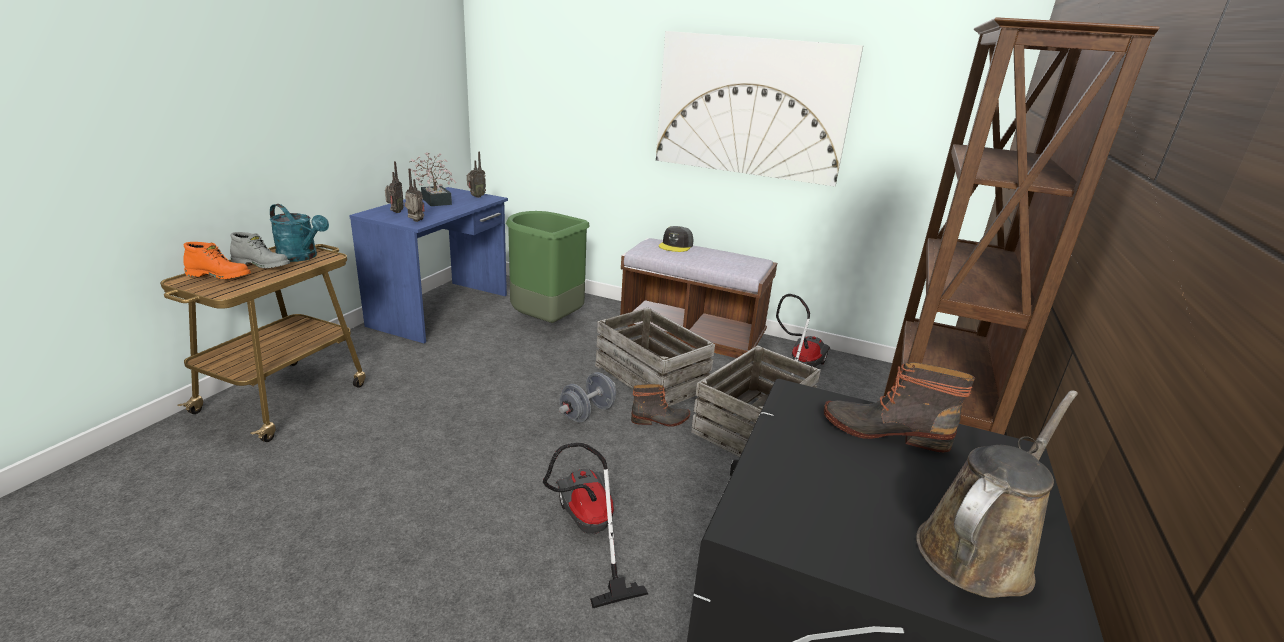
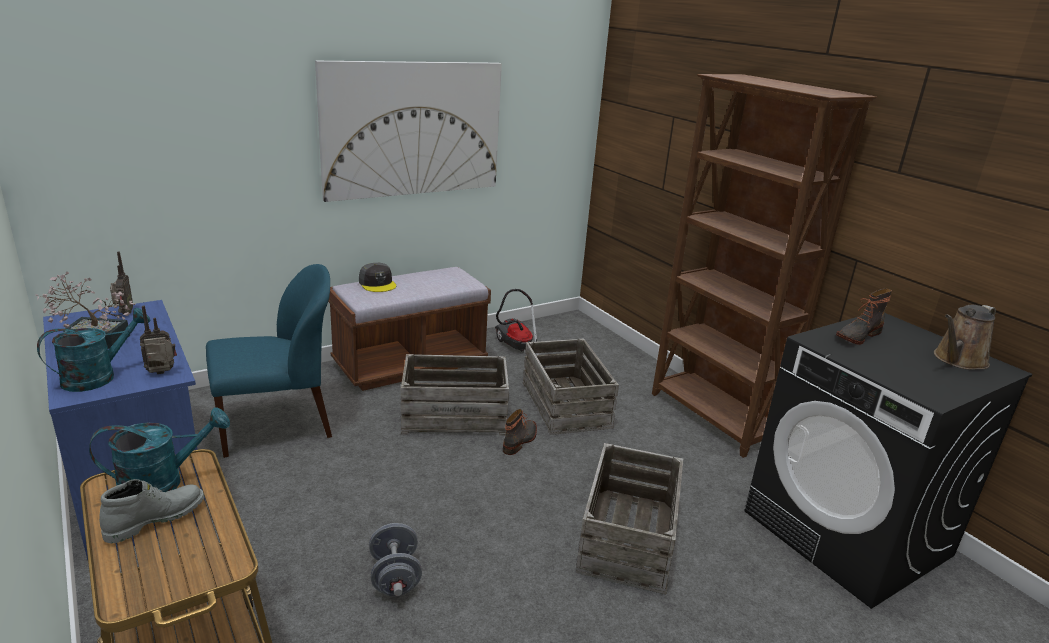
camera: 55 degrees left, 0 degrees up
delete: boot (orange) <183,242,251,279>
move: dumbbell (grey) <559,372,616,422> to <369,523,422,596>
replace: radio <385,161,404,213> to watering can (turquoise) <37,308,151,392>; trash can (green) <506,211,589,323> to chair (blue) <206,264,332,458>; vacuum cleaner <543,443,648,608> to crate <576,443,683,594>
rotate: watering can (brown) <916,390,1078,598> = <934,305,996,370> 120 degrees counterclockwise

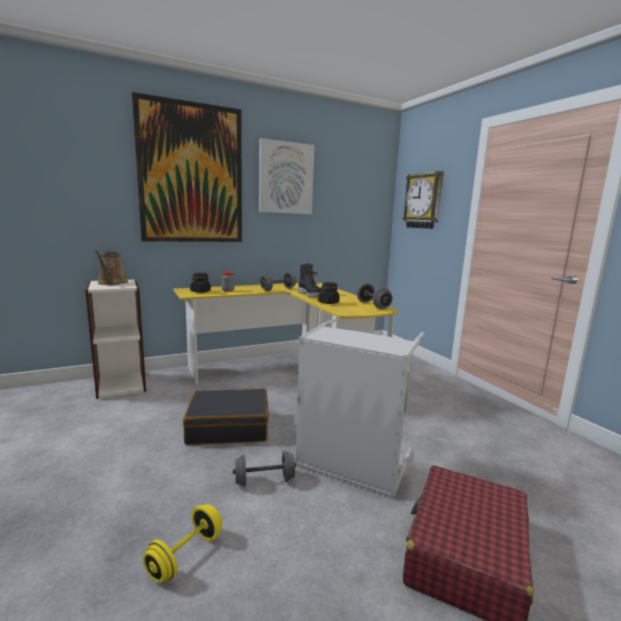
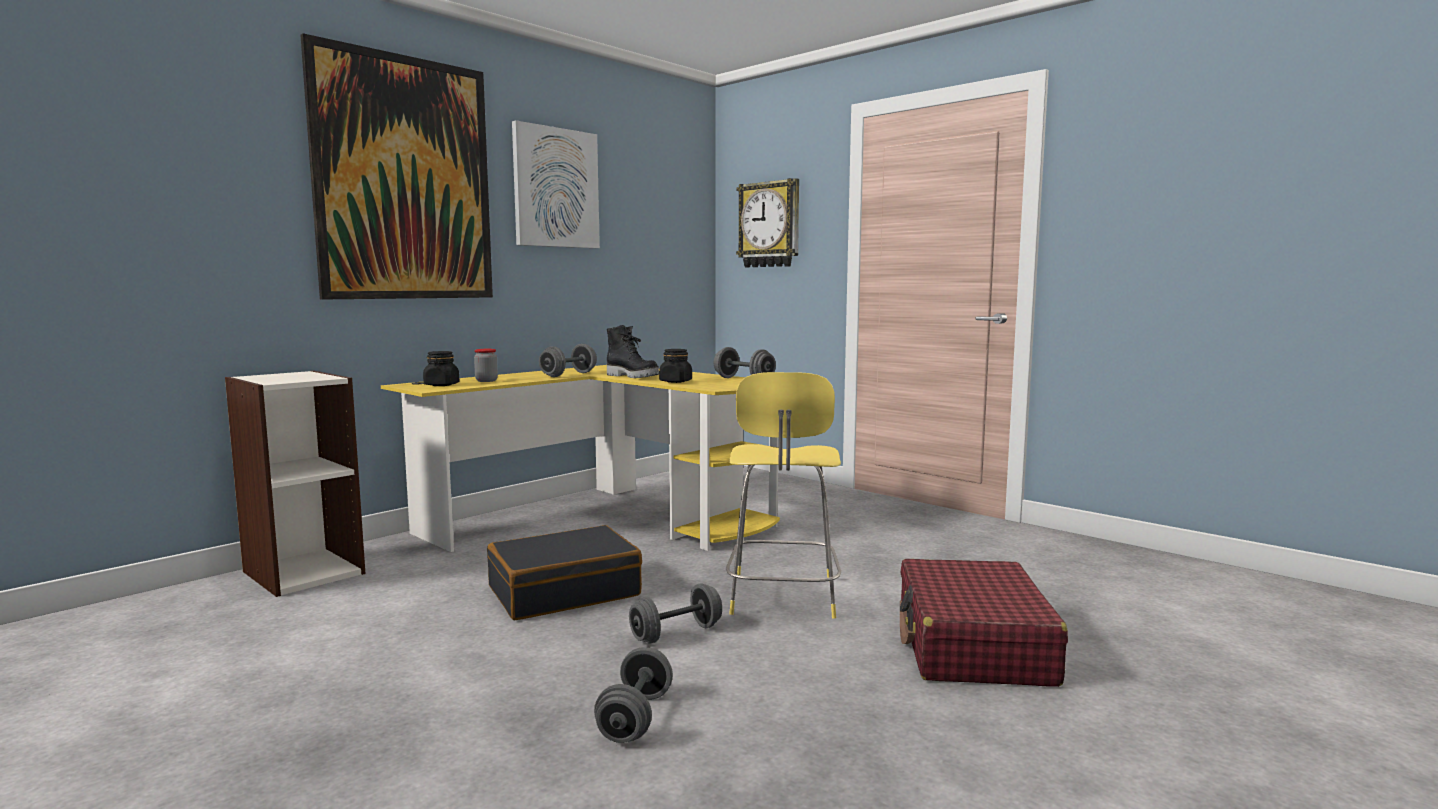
camera: 20 degrees left, 5 degrees down
delete: watering can (brown) <95,250,128,285>
replace: laundry basket (grey) <295,318,425,498> to stool (yellow) <726,372,841,619>
recolor: dumbbell (yellow) <143,504,222,583> to dumbbell (grey) <594,647,673,743>

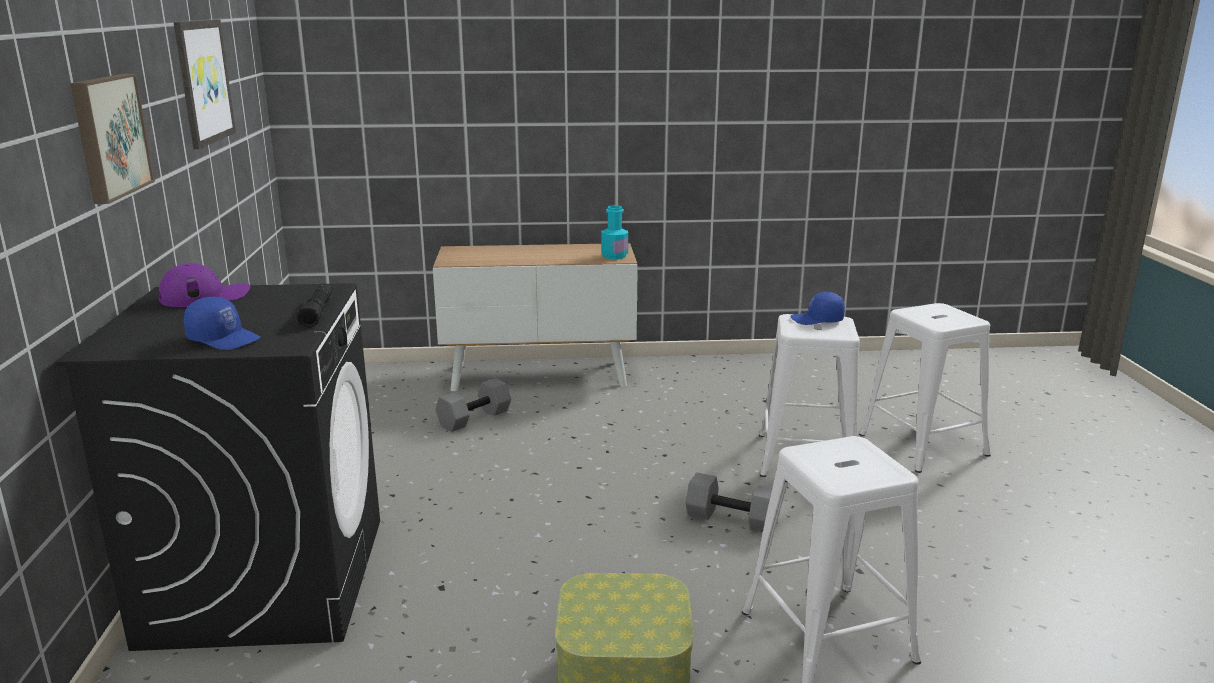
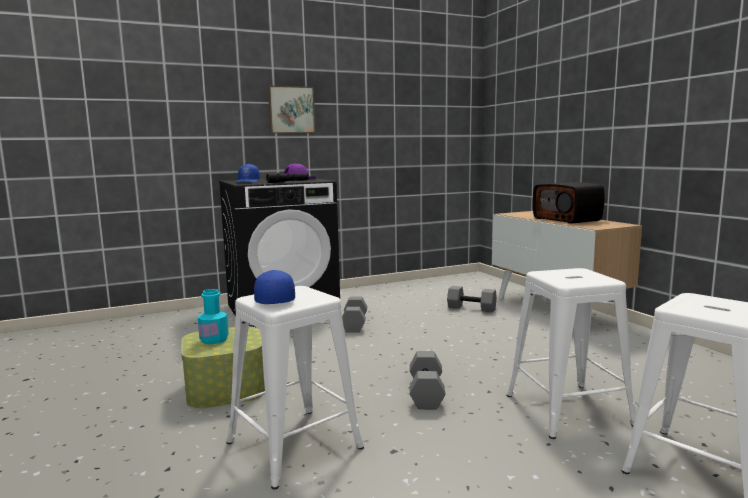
camera: 70 degrees right, 10 degrees down
delete: picture <174,19,236,149>
insert: dumbbell (grey) <342,296,367,333>; radio <533,182,604,224>
move: bottle (turquoise) <601,205,628,259> to <198,289,229,344>; cap (blue) <790,292,845,325> to <254,270,295,304>

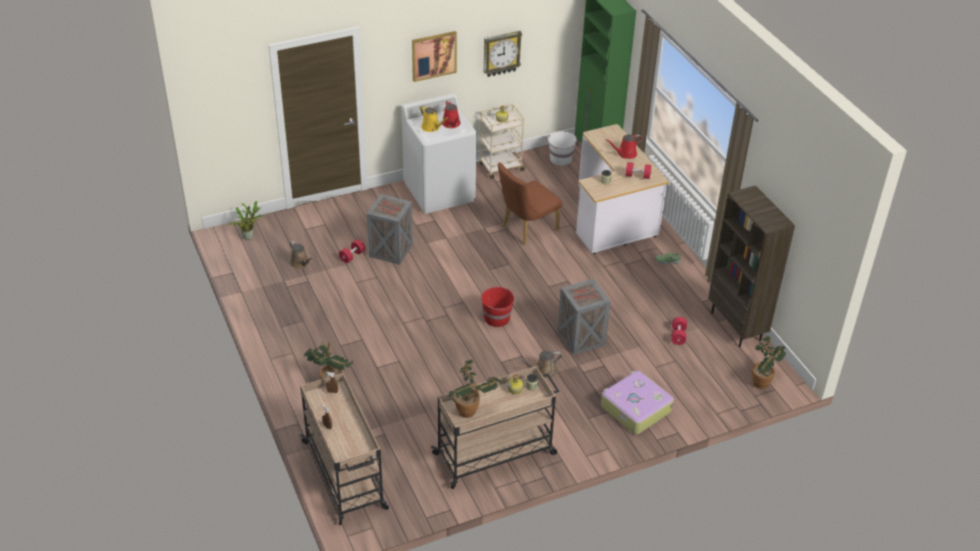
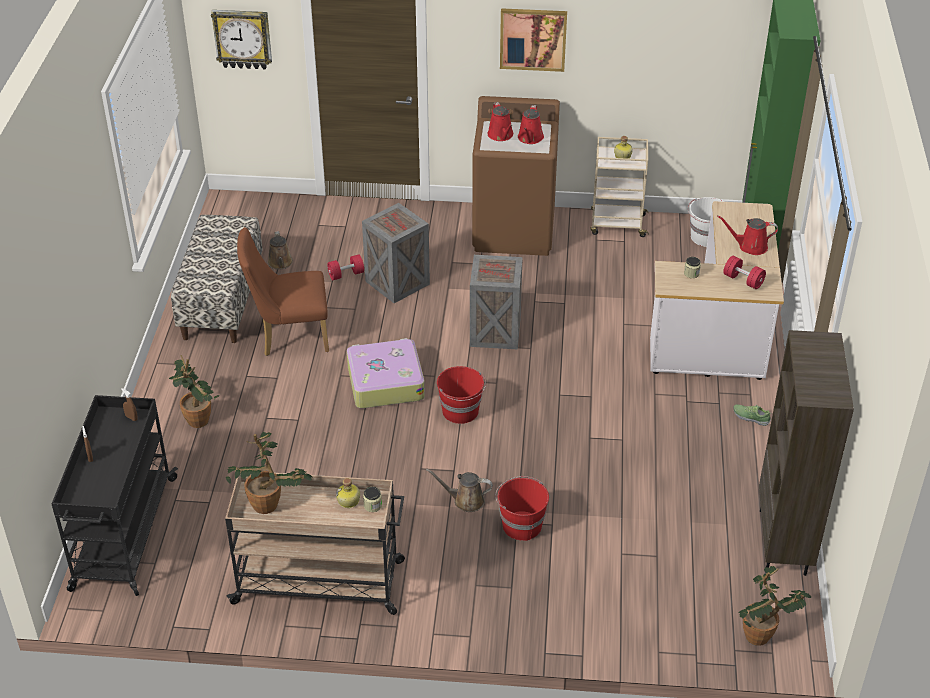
camera: 30 degrees right, 0 degrees up
delete: potted plant <227,201,263,240>; dumbbell (red) <671,317,687,345>
insert: bench <171,215,263,343>; bucket (red) <495,476,549,541>
move: wall clock <484,31,522,77> to <211,10,272,70>; chair (brown) <498,162,562,245> to <237,227,329,356>; crate <557,279,611,355> to <470,255,523,349>; suitcase <601,371,674,434> to <347,338,425,408>
recolor: cart (beige) <300,373,389,525> to cart (black) <52,395,178,596>; washing machine (white) <402,93,477,214> to washing machine (brown) <472,96,560,256>; watering can (yellow) <420,105,449,132> to watering can (red) <488,102,513,141>

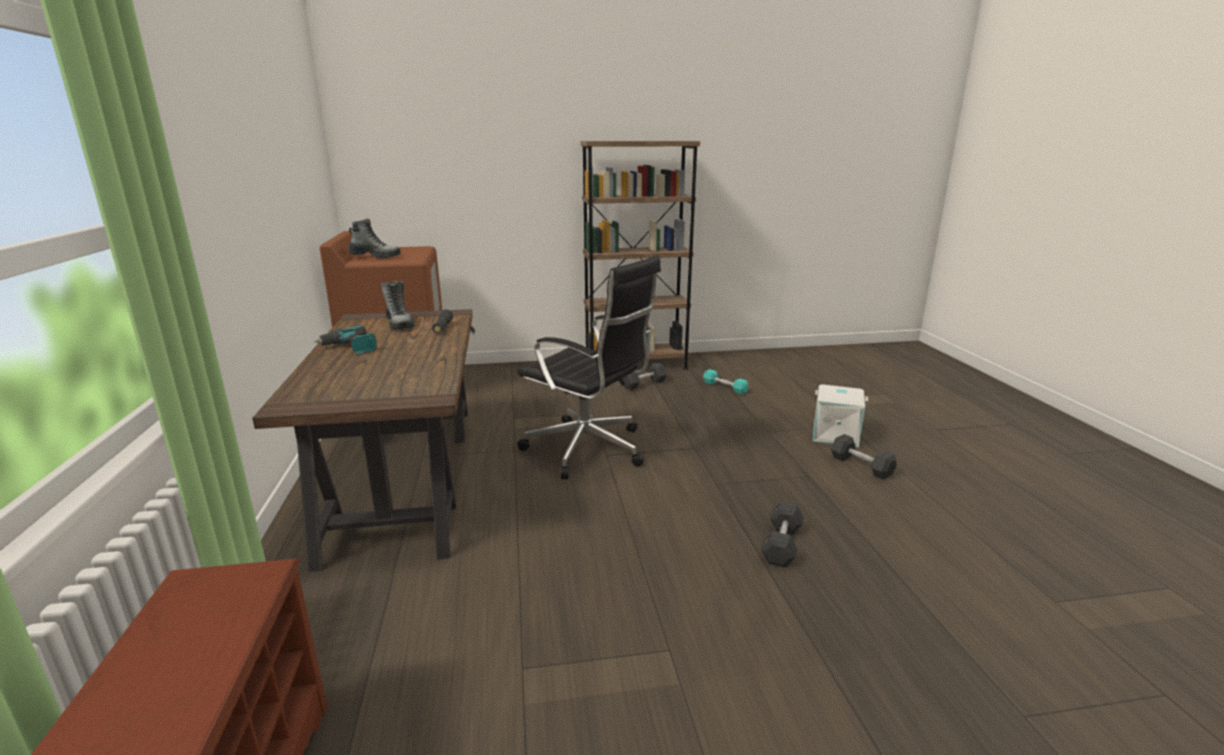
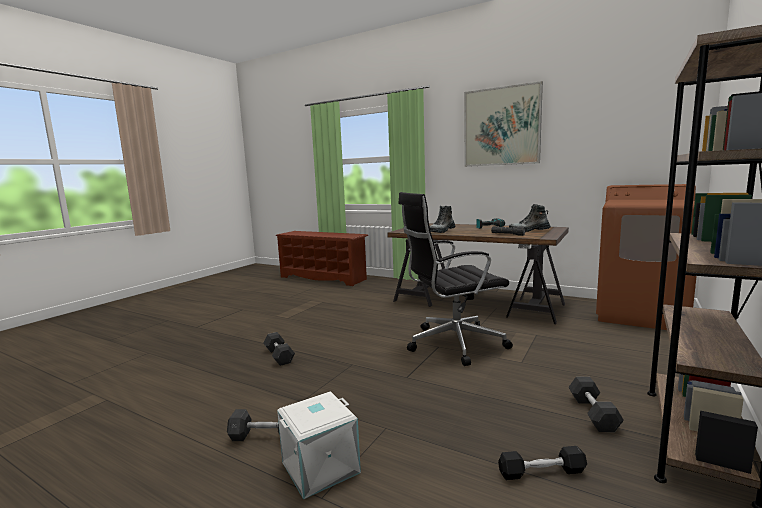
camera: 130 degrees right, 10 degrees down
insert: picture <464,81,543,167>
move: boot <348,219,401,258> to <430,206,456,233>
recolor: dumbbell (turquoise) <703,369,749,395> to dumbbell (black) <498,446,587,480>

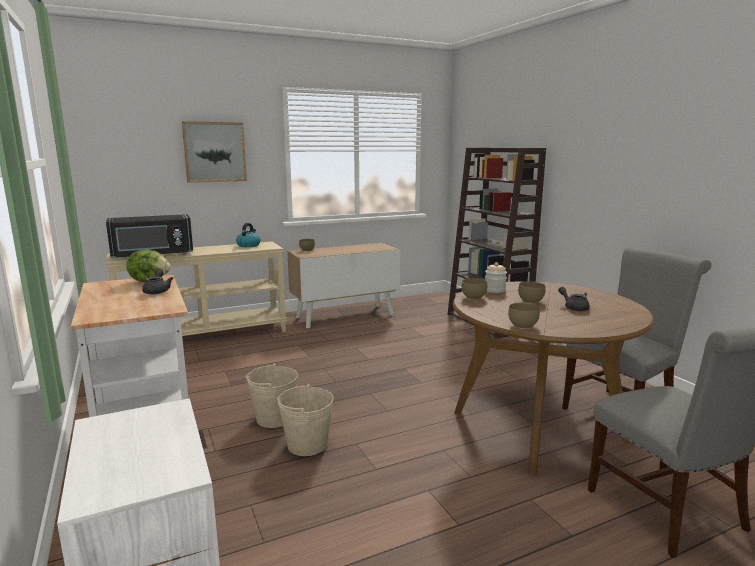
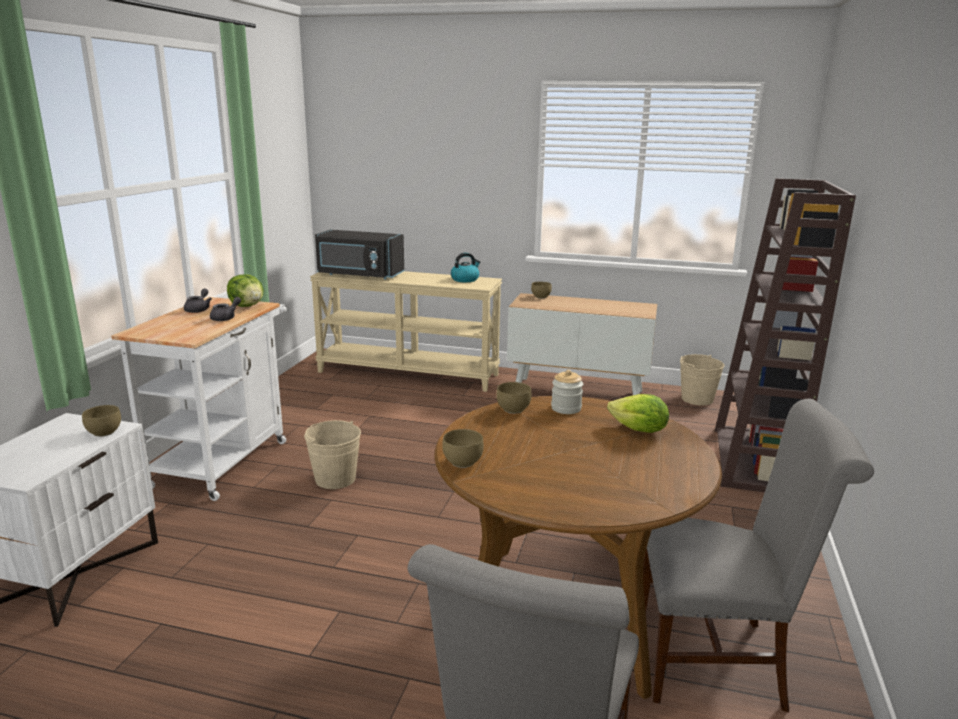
camera: 40 degrees right, 5 degrees up
delete: picture <182,121,247,183>
insert: lettuce <607,394,669,433>
move: bucket (beige) <277,384,334,456> to <680,354,724,405>; bowl (brown) <518,282,545,303> to <82,405,121,437>; teapot (grey) <558,287,590,311> to <184,288,212,313>

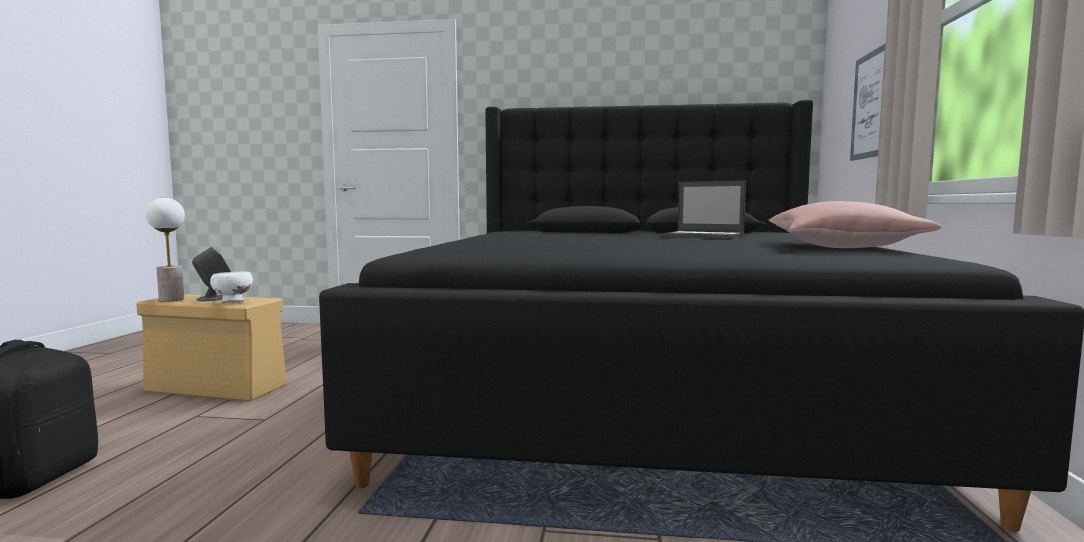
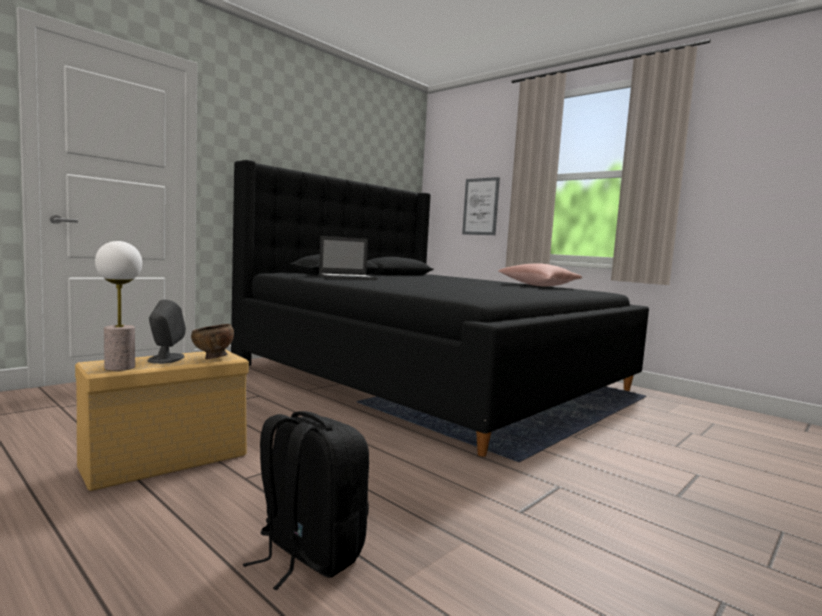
camera: 55 degrees left, 0 degrees up
move: laptop <660,180,746,239> to <319,236,378,280>
recolor: bowl (white) <210,271,253,302> to bowl (brown) <191,324,234,359>

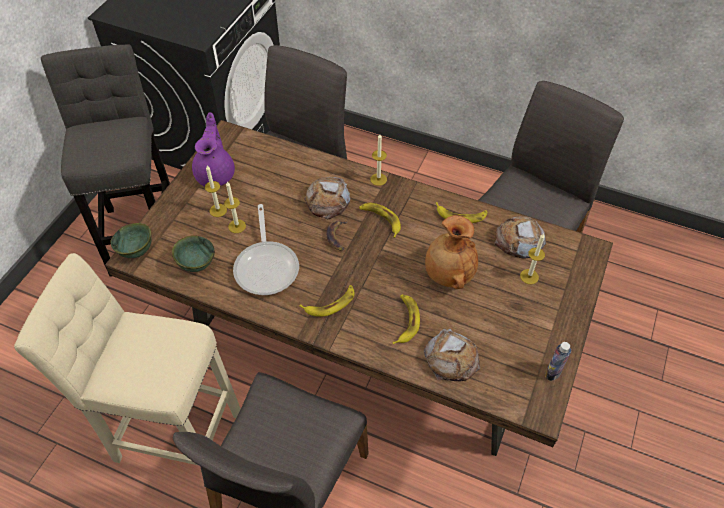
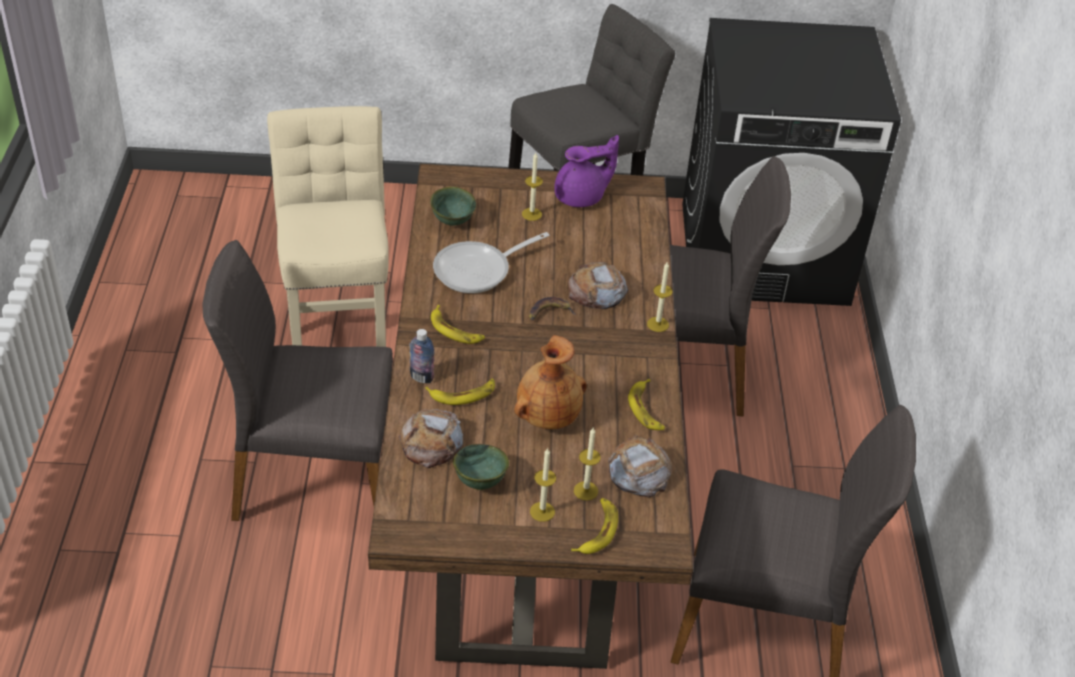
camera: 65 degrees right, 10 degrees down
move: bowl (green) <111,223,151,258> to <453,444,509,490>; candle <224,182,246,233> to <530,448,556,522>; banana <359,203,401,238> to <571,498,618,554>; bottle <545,342,571,381> to <410,329,434,383>

